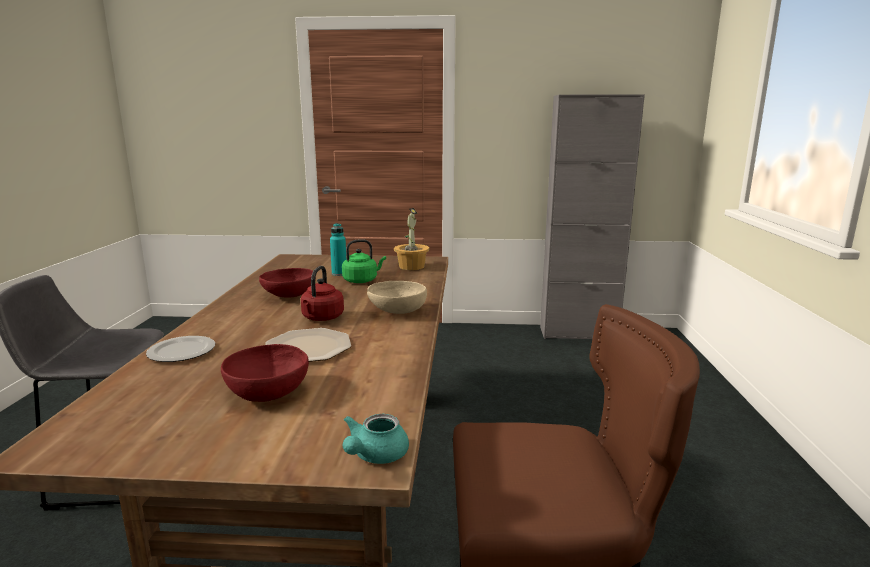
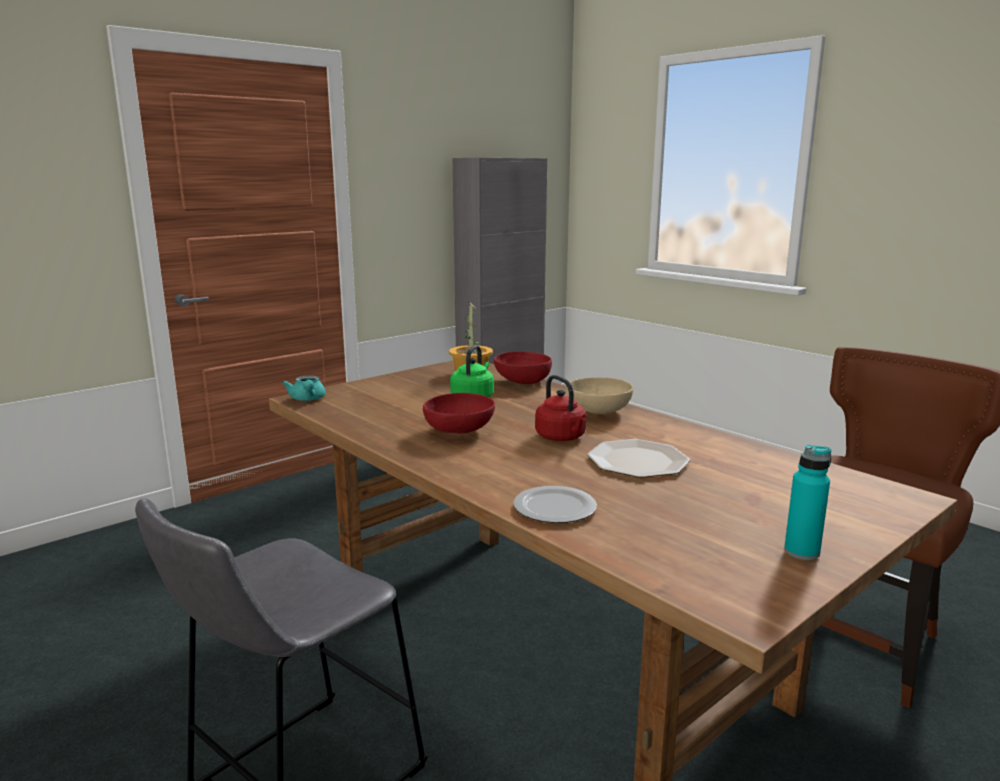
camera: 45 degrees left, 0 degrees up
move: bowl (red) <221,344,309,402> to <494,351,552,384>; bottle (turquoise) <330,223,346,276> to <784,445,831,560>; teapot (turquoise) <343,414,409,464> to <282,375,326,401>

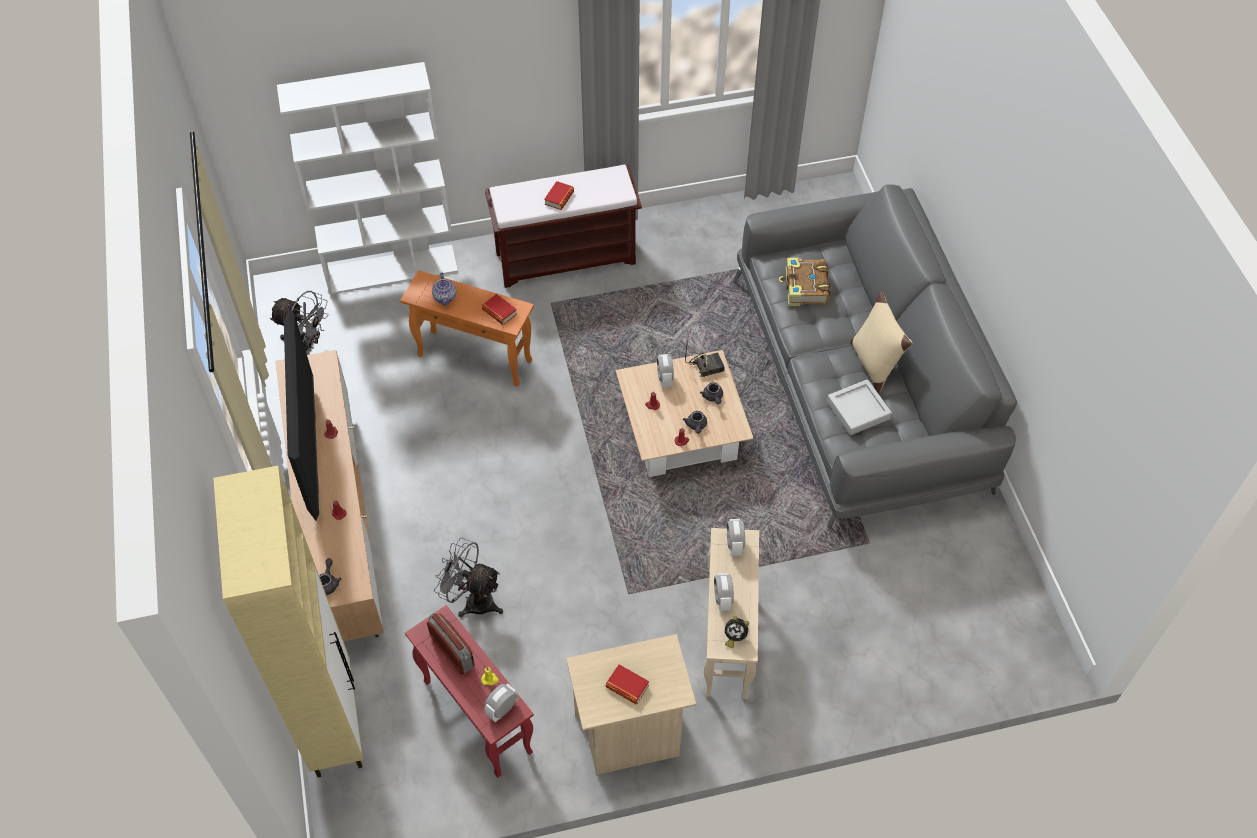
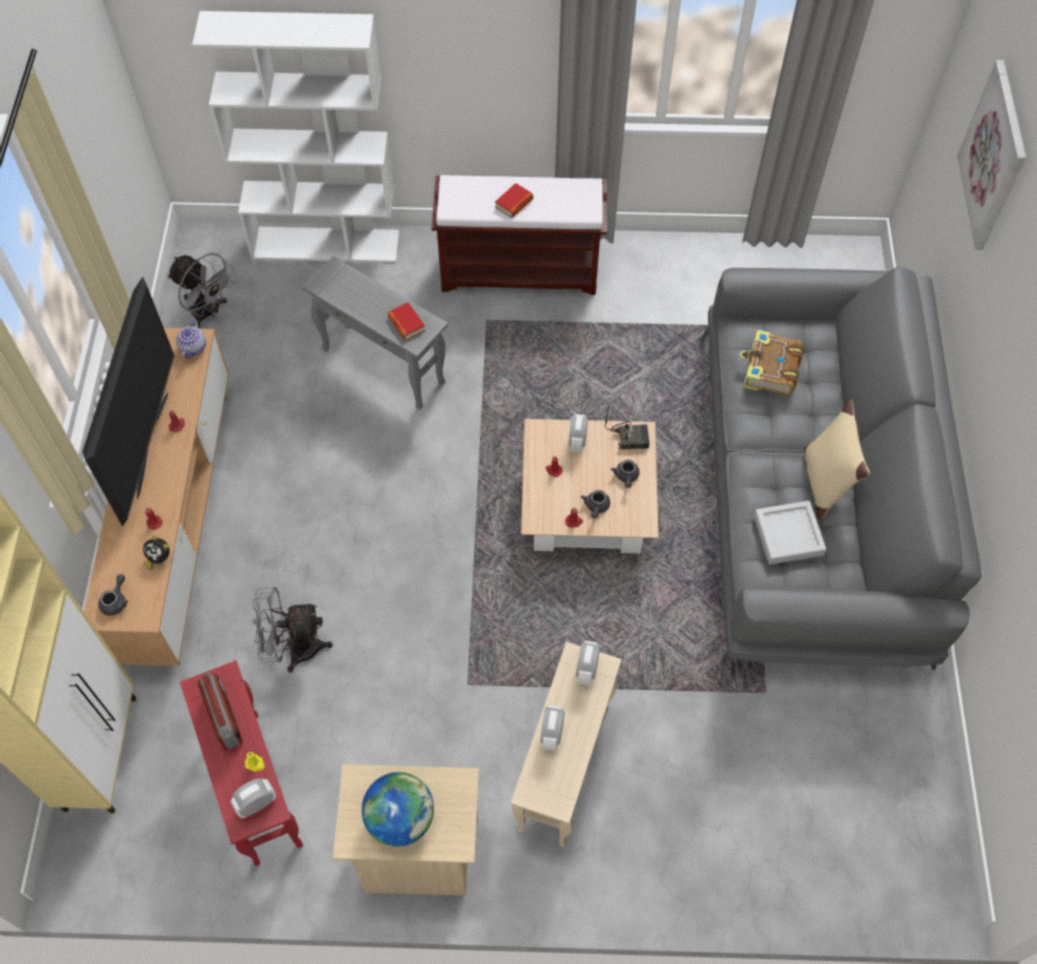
camera: 15 degrees right, 5 degrees up
insert: picture <957,60,1026,250>
move: teapot <432,273,456,305> to <176,318,206,359>; alarm clock <725,616,749,648> to <143,536,170,570>
replace: book <606,664,649,704> to globe <362,772,434,847>
recolor: side table (orange) <400,270,534,387> to side table (grey) <302,256,448,410>
rotate: fan (grey) <434,537,503,618> = <253,587,333,673> 45 degrees counterclockwise

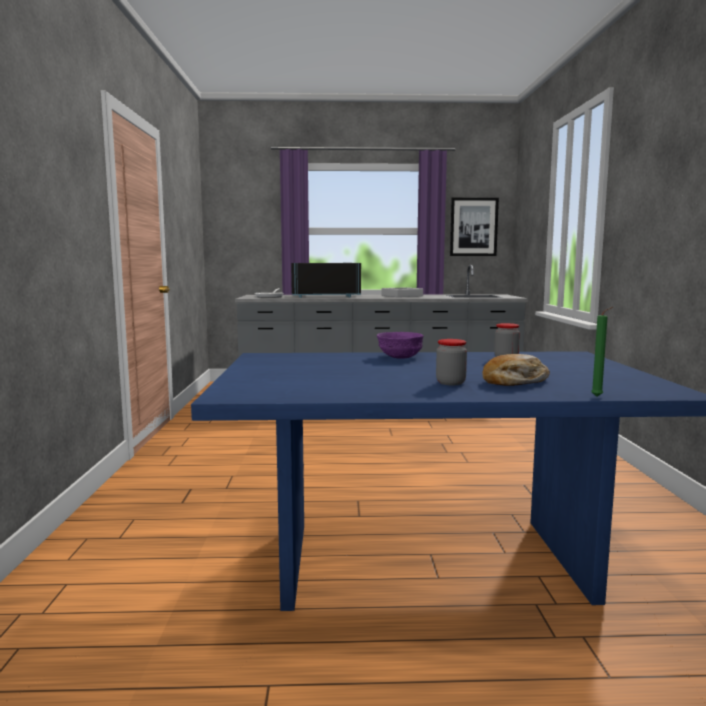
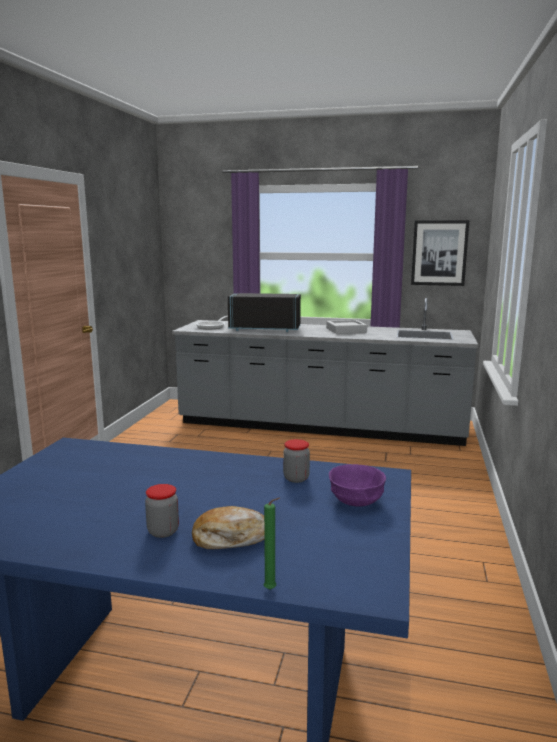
camera: 15 degrees right, 5 degrees up
move: bowl (purple) <377,332,424,359> to <329,464,386,507>

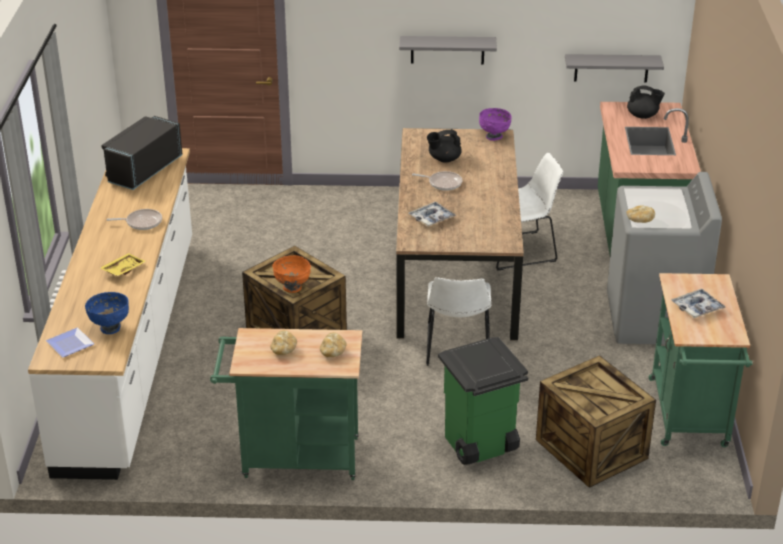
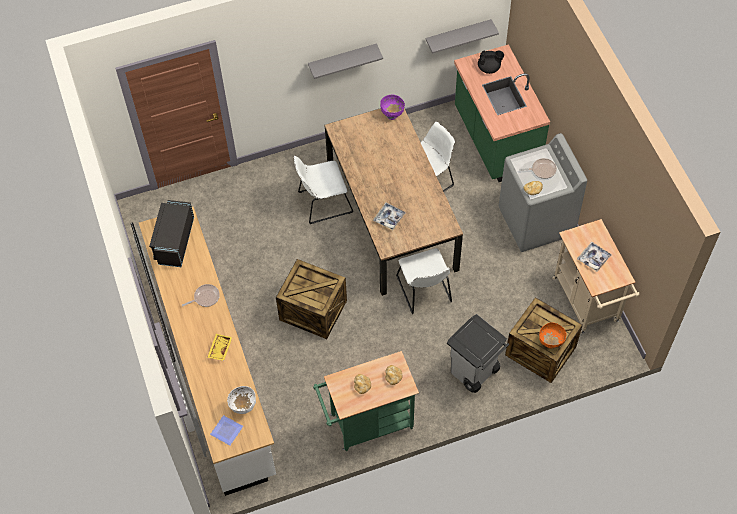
camera: 20 degrees left, 25 degrees up
delete: teapot (black) <427,129,462,163>
insert: chair (white) <294,156,354,224>
move: bowl (orange) <272,255,311,293> to <539,322,567,348>; frying pan <412,171,462,191> to <519,158,557,179>
recolor: bowl (blue) <85,292,129,334> to bowl (white) <227,386,256,414>; trash can (green) <438,337,528,465> to trash can (grey) <447,314,509,393>; cart (green) <648,273,753,447> to cart (beige) <552,219,640,333>

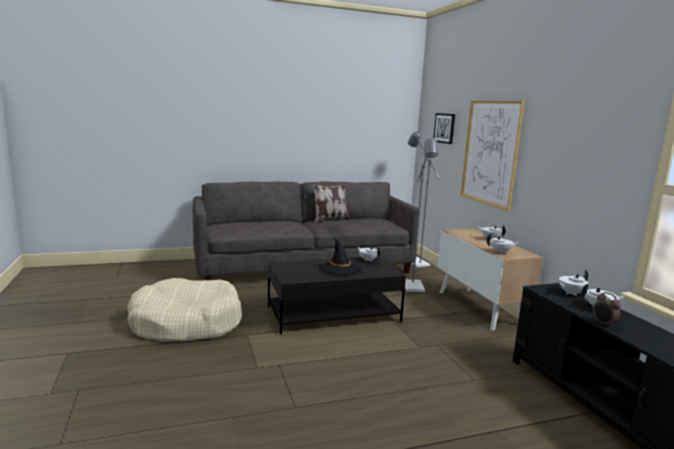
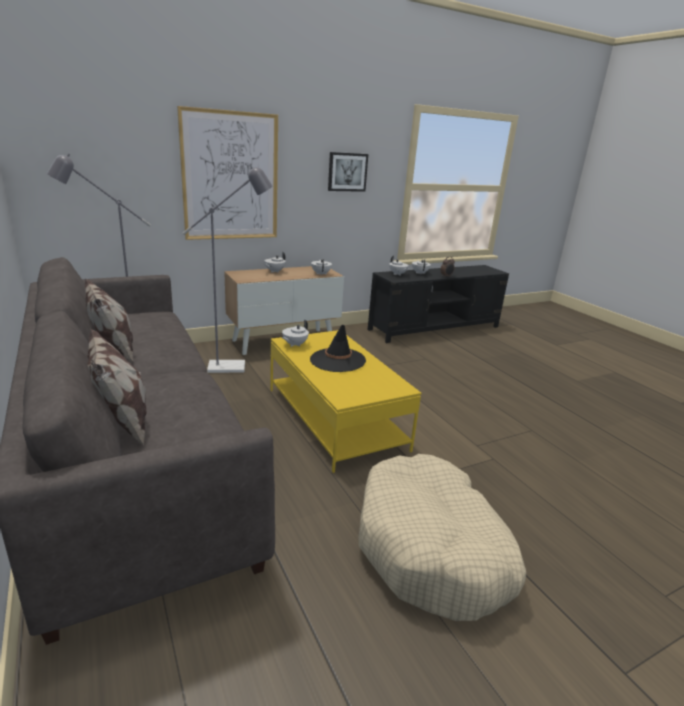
camera: 100 degrees left, 10 degrees up
insert: pillow <87,329,146,447>
move: picture <433,113,455,144> to <328,152,368,192>
recolor: coffee table (black) <268,256,406,335> to coffee table (yellow) <270,330,421,473>

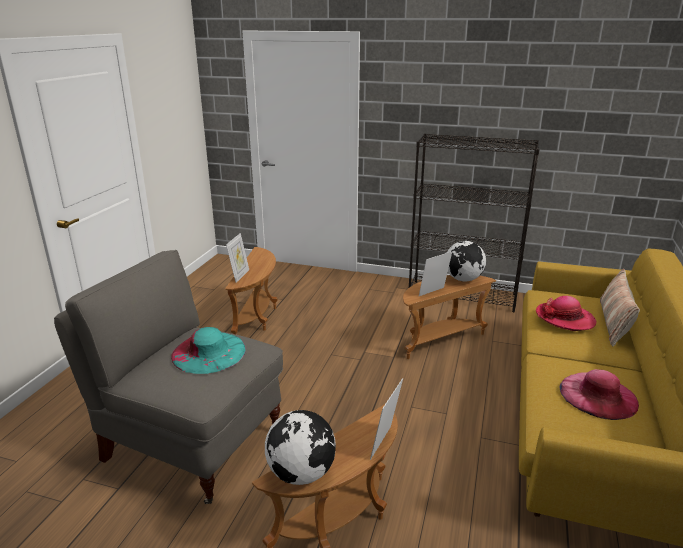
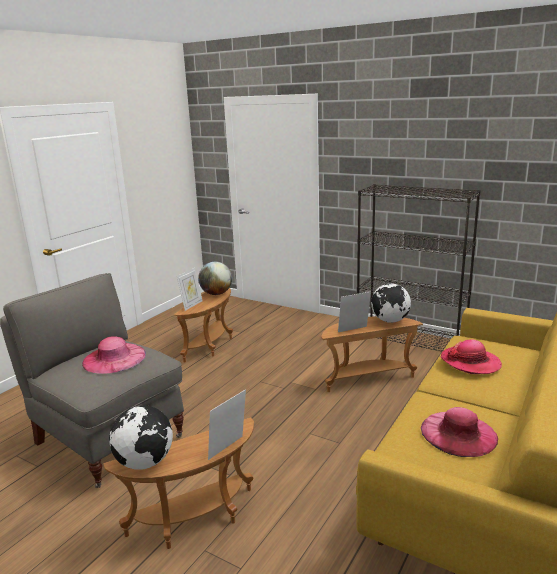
camera: 15 degrees right, 5 degrees down
delete: pillow <600,269,640,347>
insert: globe <198,262,232,295>
recolor: hat (turquoise) <171,327,246,374> to hat (pink) <82,336,146,374>

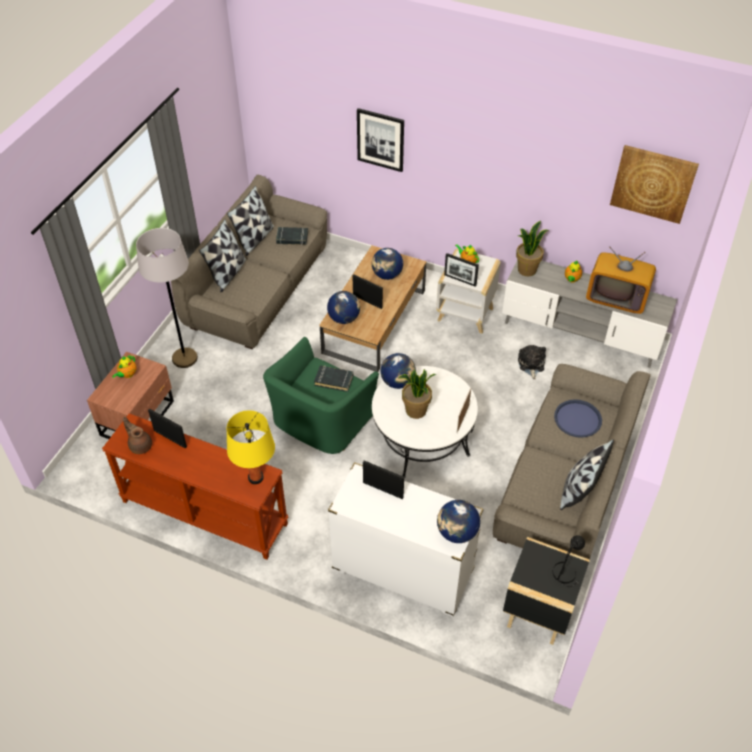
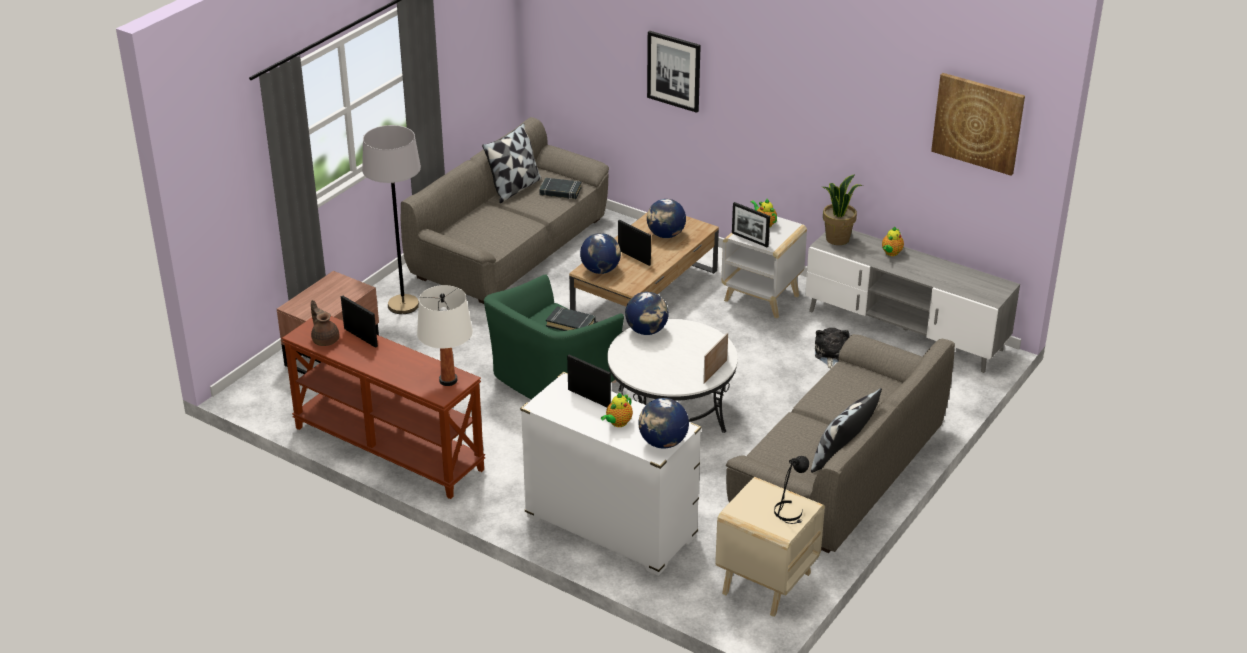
camera: 10 degrees right, 15 degrees down
delete: pillow <199,220,246,293>; potted plant <399,369,436,419>; tray (blue) <554,399,602,438>; television <586,246,656,314>
move: teapot <112,355,137,378> to <601,393,633,427>
recolor: table lamp (yellow) <227,410,275,484> to table lamp (white) <417,285,473,386>; side table (black) <503,537,590,645> to side table (beige) <715,477,825,617>

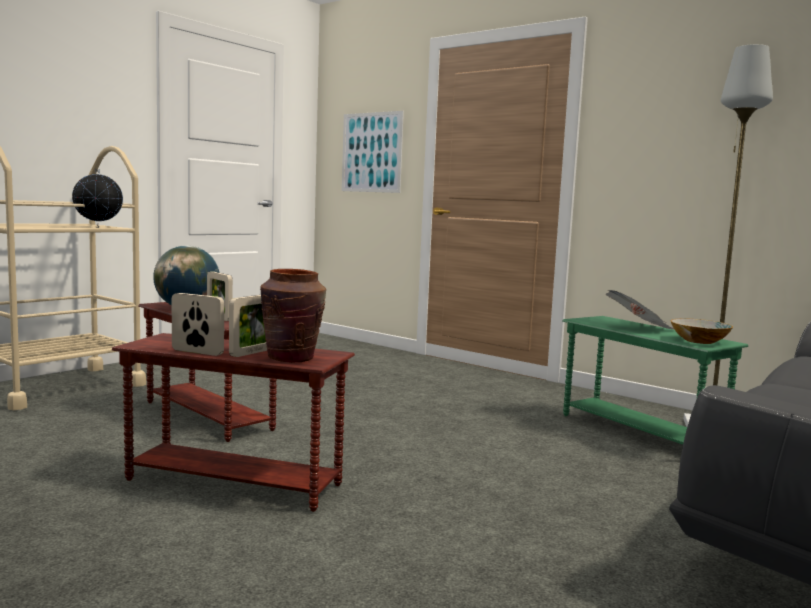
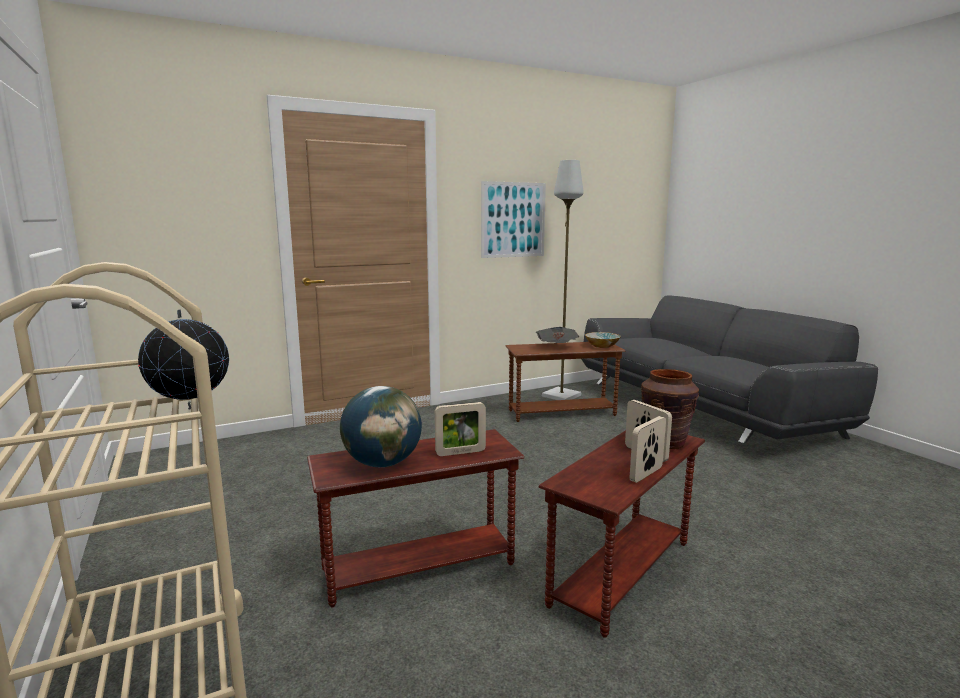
camera: 65 degrees left, 5 degrees up
move: picture <342,111,404,193> to <481,181,546,258>
recolor: side table (green) <562,316,748,445> to side table (brown) <505,342,625,422>

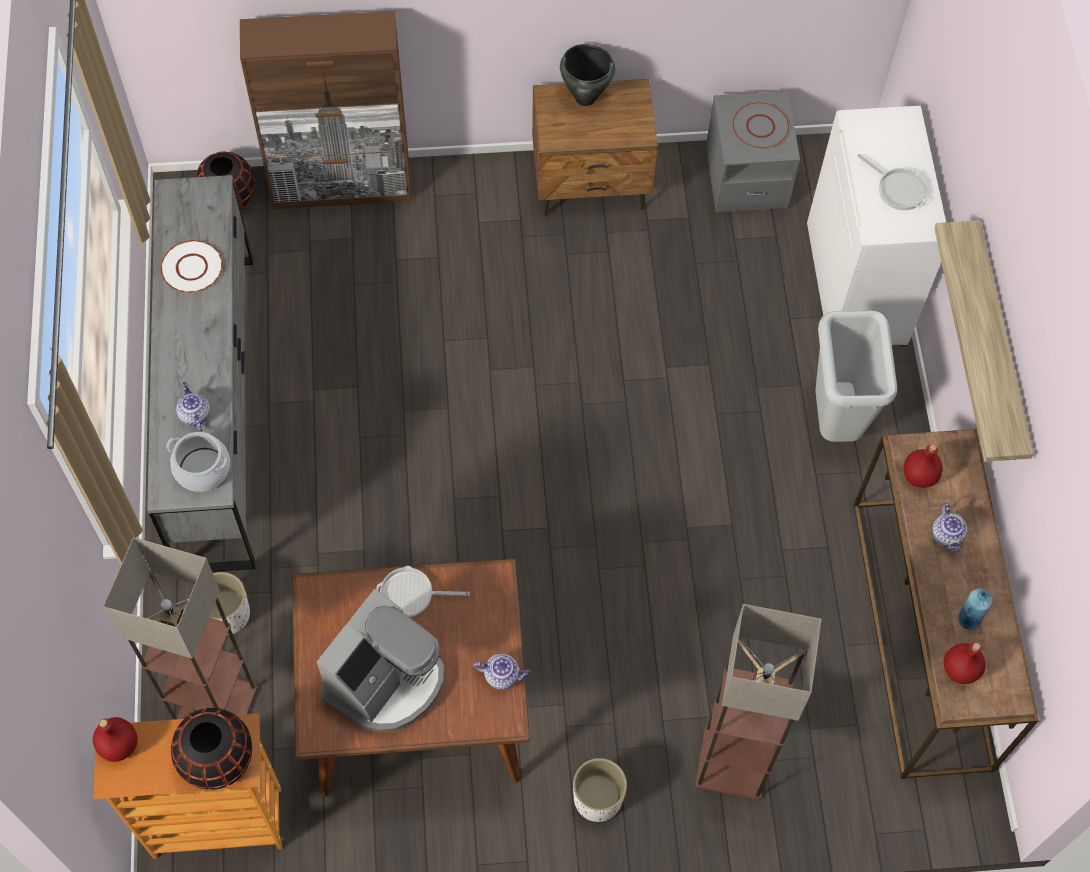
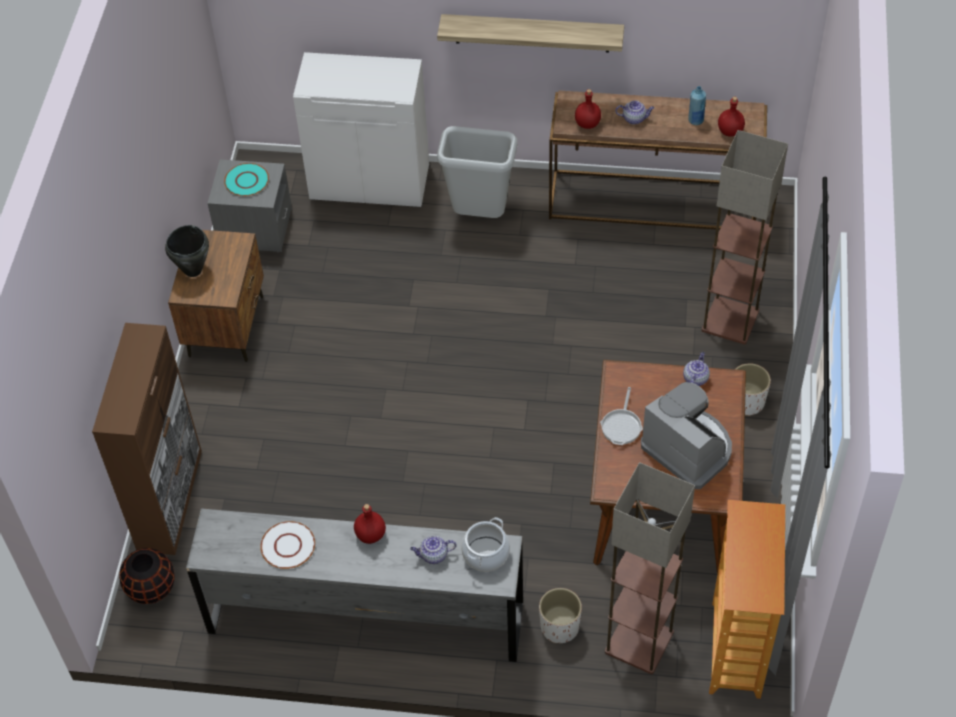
camera: 75 degrees left, 10 degrees down
delete: vase (black) <171,708,252,790>; frying pan <857,154,928,210>
move: bottle (red) <93,717,138,762> to <354,504,386,544>
recolor: plate (grey) <732,102,789,149> to plate (turquoise) <224,163,269,196>

